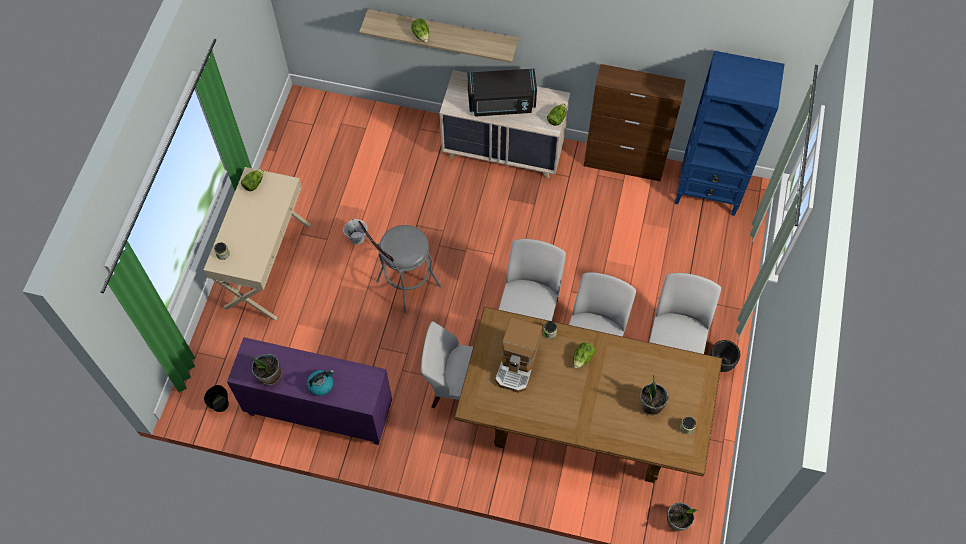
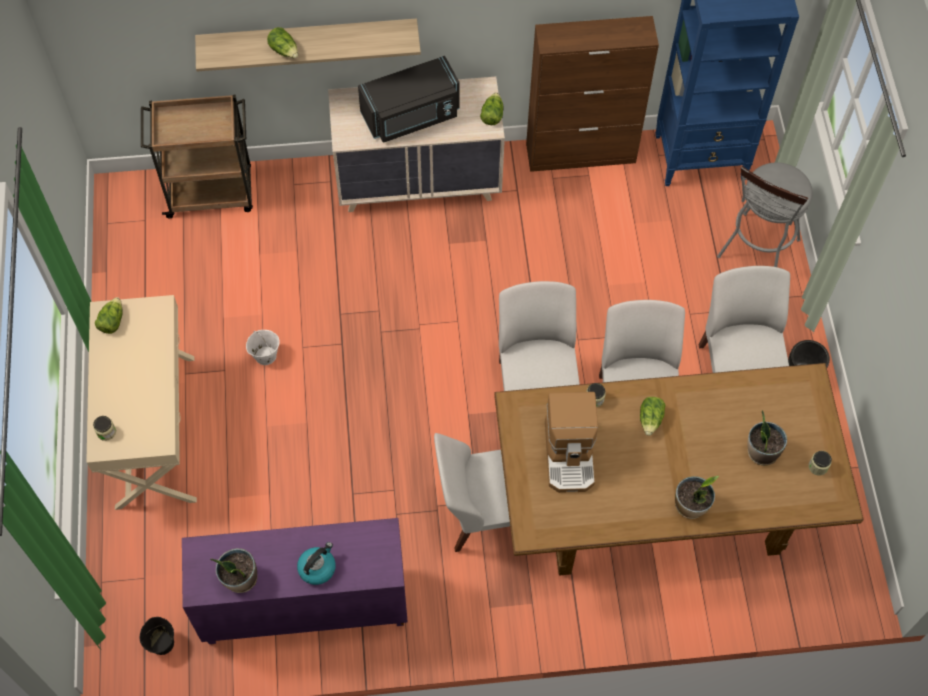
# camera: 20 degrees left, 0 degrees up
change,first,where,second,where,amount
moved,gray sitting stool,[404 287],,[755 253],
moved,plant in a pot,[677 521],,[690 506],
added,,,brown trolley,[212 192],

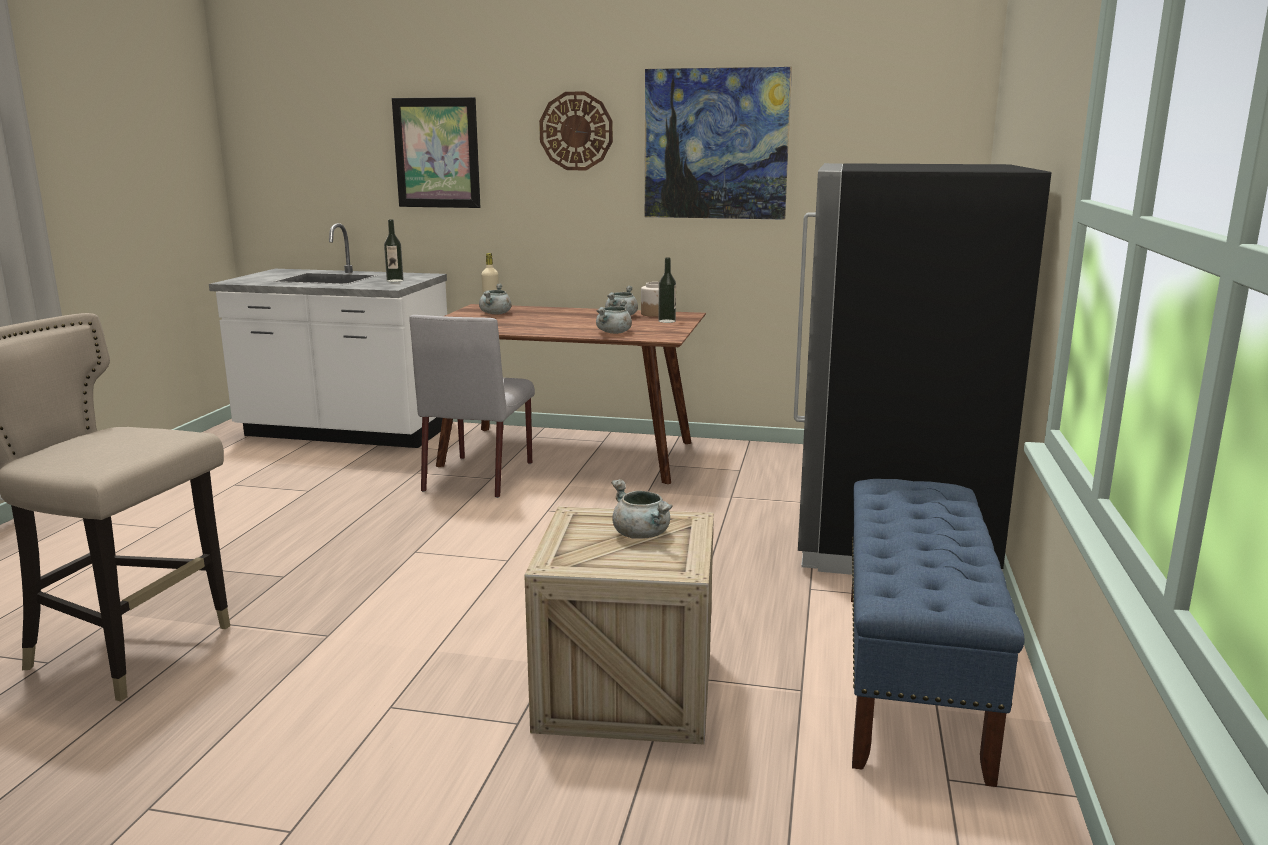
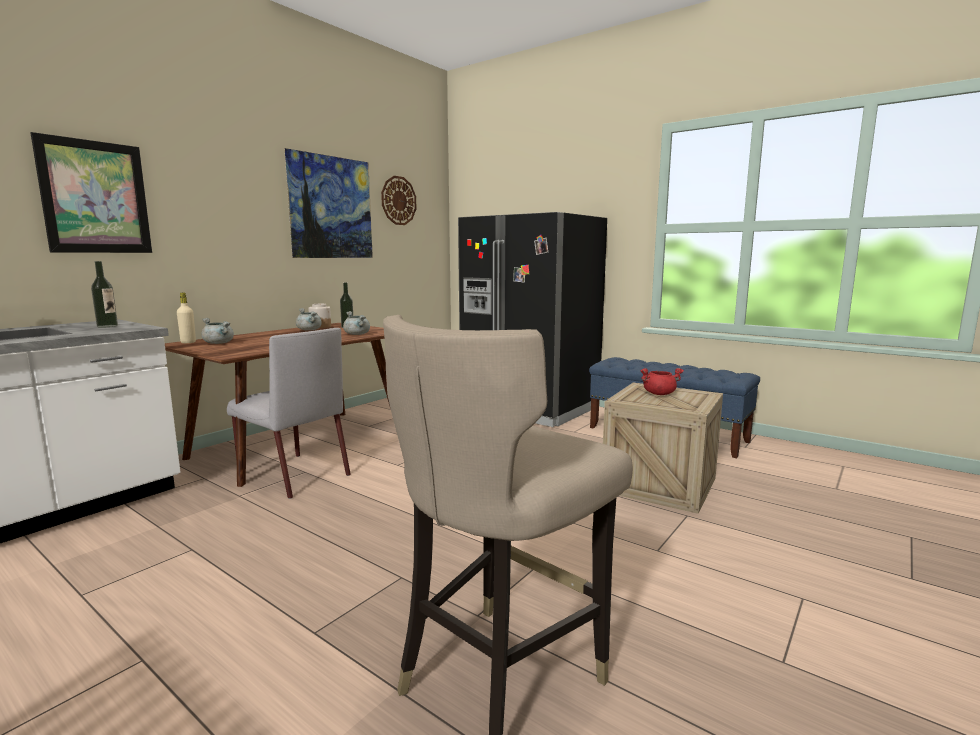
# camera: 65 degrees left, 5 degrees down
change,first,where,second,where,amount
moved,wall clock,[576 131],,[398 200],
recoloured,gray stockpot,[642 535],reddish stockpot,[659 394],

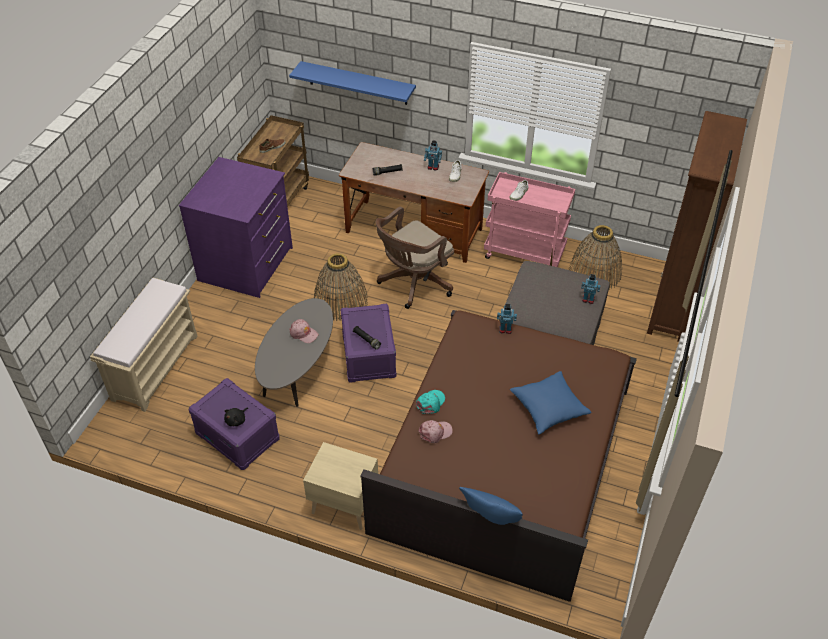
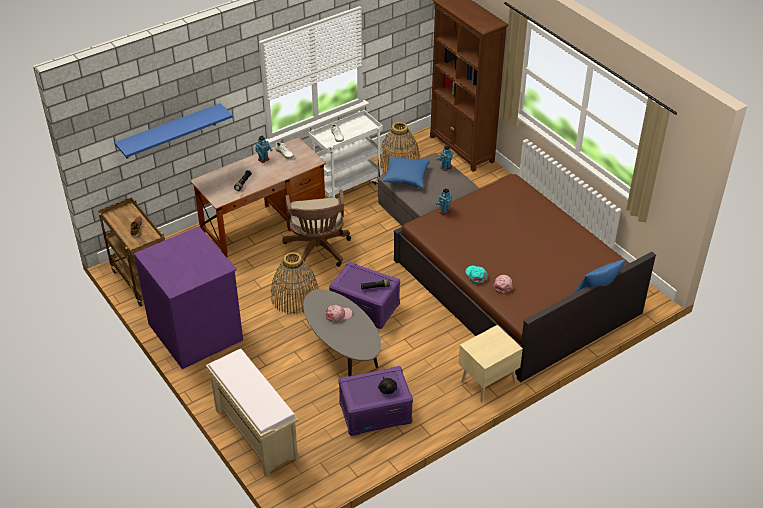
# camera: 55 degrees left, 5 degrees down
change,first,where,second,where,amount
recoloured,pinkish trolley,[525 253],white-coloured trolley,[347 184],
moved,blue-coloured pillow,[548 408],,[405 177],

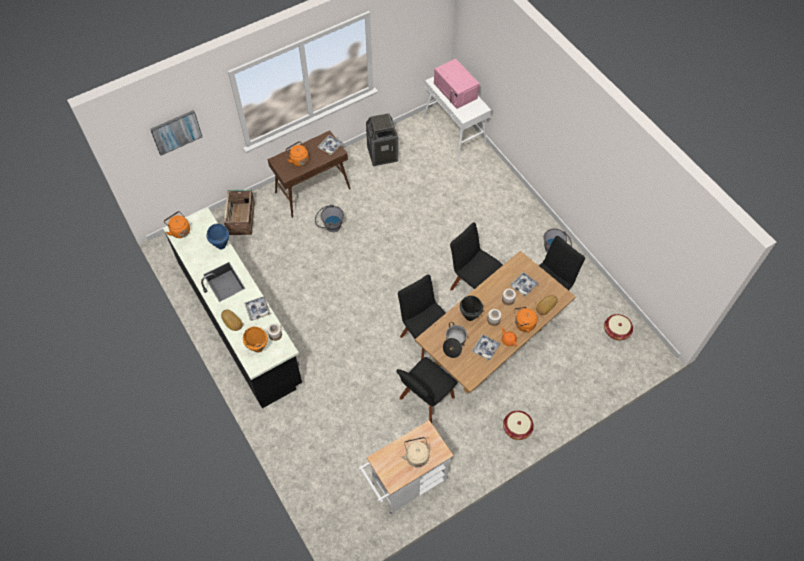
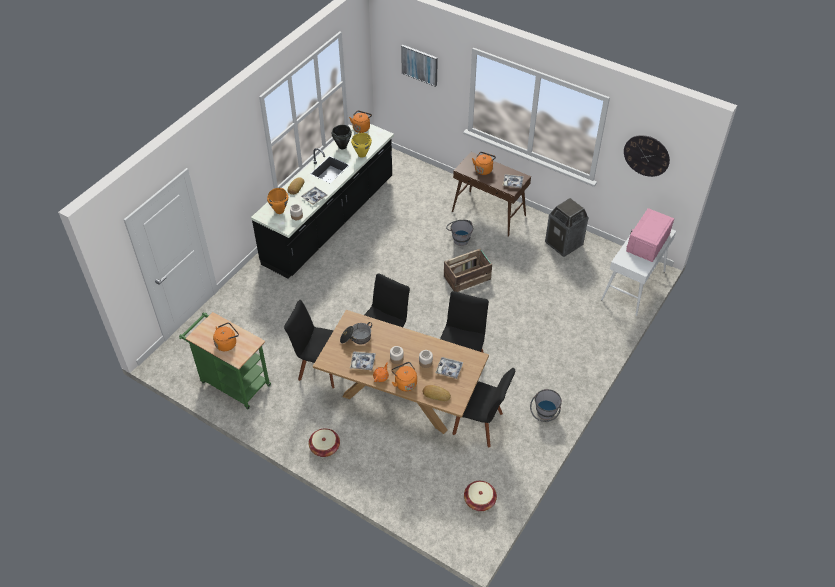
# camera: 65 degrees right, 10 degrees down
change,first,where,second,where,amount
recoloured,blue-coloured stockpot,[221 245],yellow-coloured stockpot,[361 155],
moved,shipping crate,[241 218],,[468 278],
recoloured,white-coloured trolley,[405 485],green-coloured trolley,[232 382],
recoloured,beige-coloured tea kettle,[416 455],orange tea kettle,[227 343],
moved,black-coloured stockpot,[469 317],,[342 146],
added,,,wall clock,[646 155],

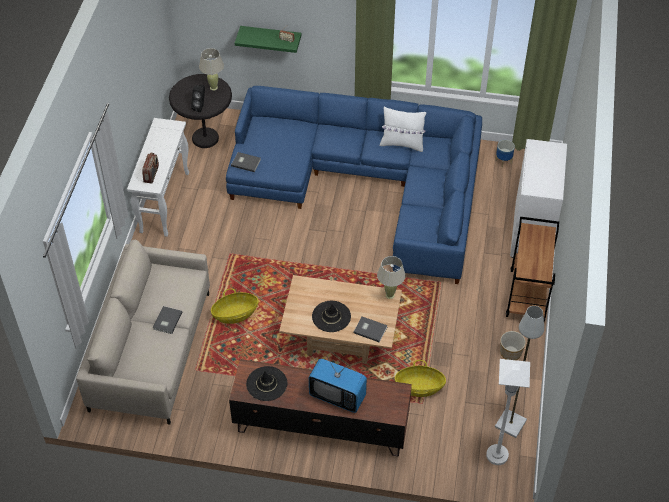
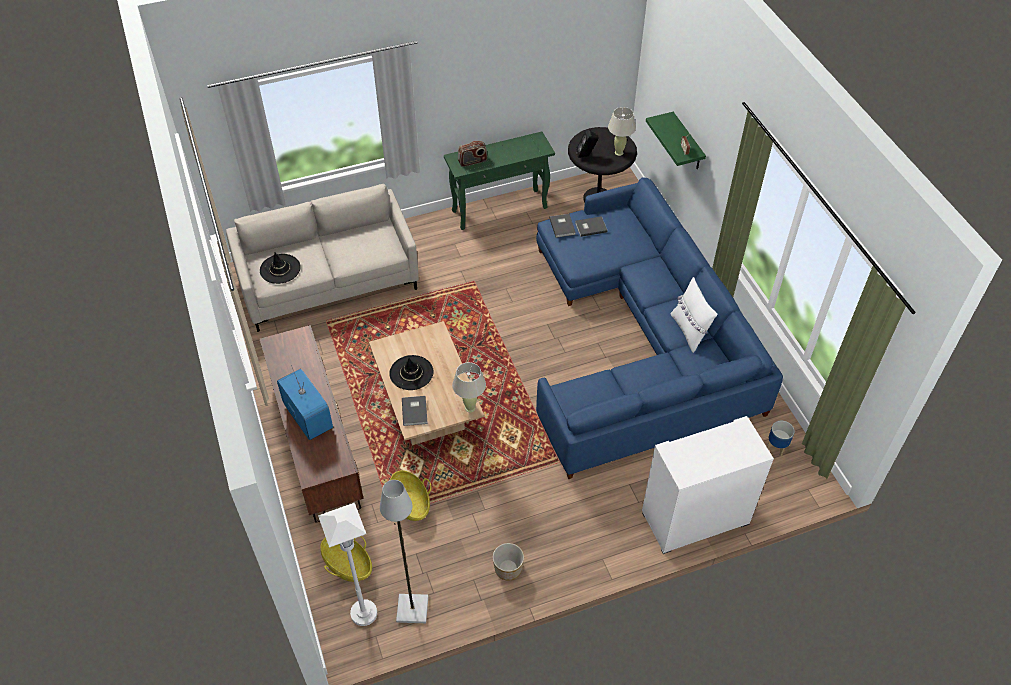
# camera: 60 degrees right, 0 degrees up
change,first,where,second,where,amount
recoloured,white-coloured hall table,[164 202],green-coloured hall table,[500 209],
moved,gray volume,[166 321],,[590 227],
moved,basket,[235 314],,[348 565],
moved,black-coloured hat,[266 384],,[280 269],
turned,television,[337 396],,[308 417],150 degrees clockwise
removed,brown trolley,[527 296],,,

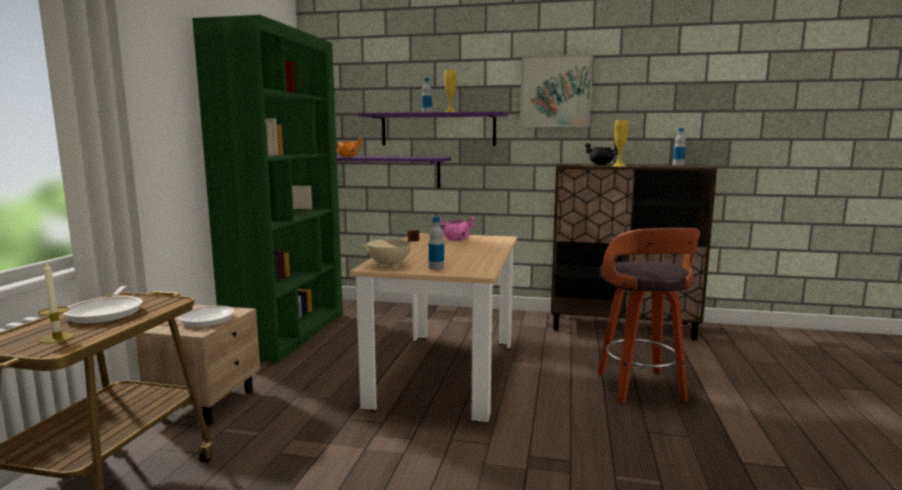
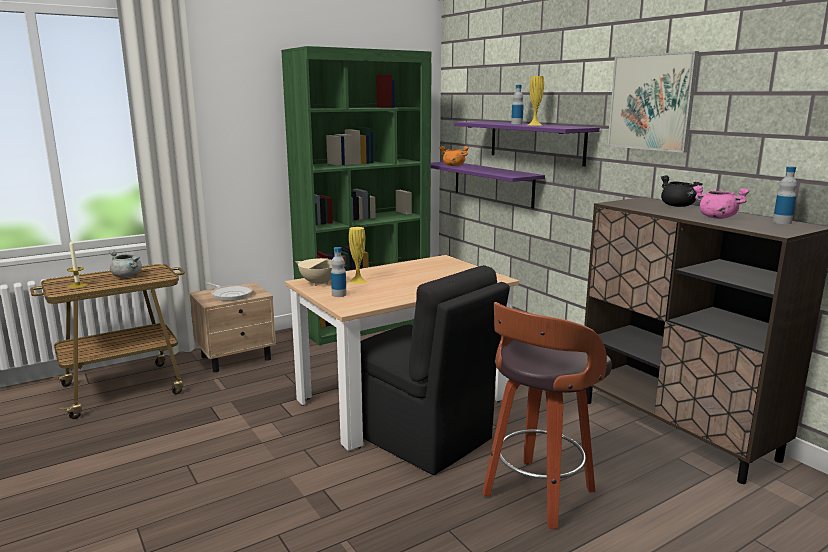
# camera: 45 degrees right, 5 degrees up
change,first,where,second,where,amount
replaced,pan,[107 312],gray stockpot,[128 276],
moved,pinkish stockpot,[455 240],,[716 217],
moved,yellow-coloured flower vase,[619 165],,[358 281],
added,,,black-coloured chair,[422 437],

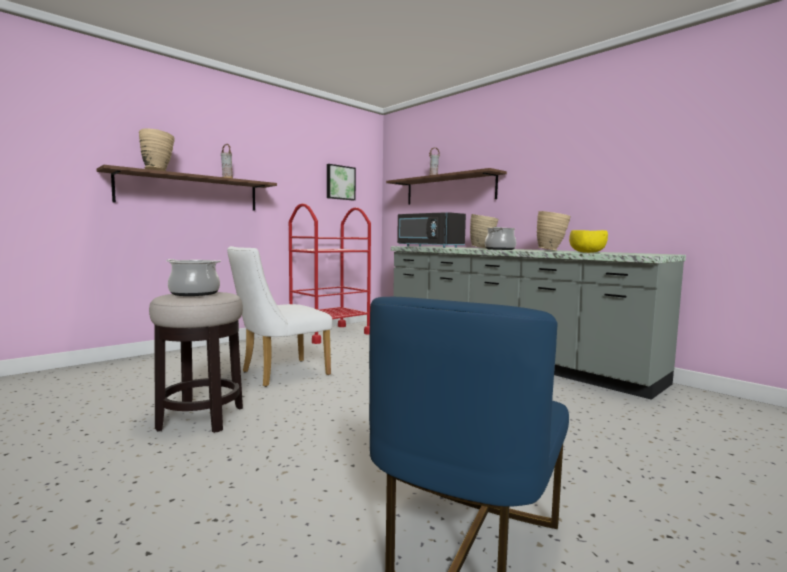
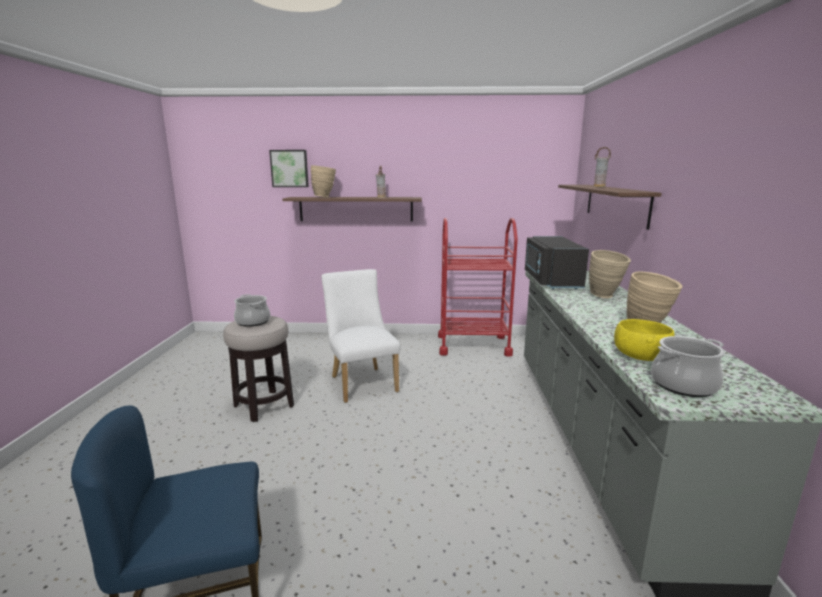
# camera: 45 degrees right, 10 degrees up
change,first,where,second,where,amount
turned,white-coloured chair,[279 374],,[361 382],60 degrees clockwise
moved,picture,[340 182],,[289 168],
moved,stockpot,[499 249],,[683 385],

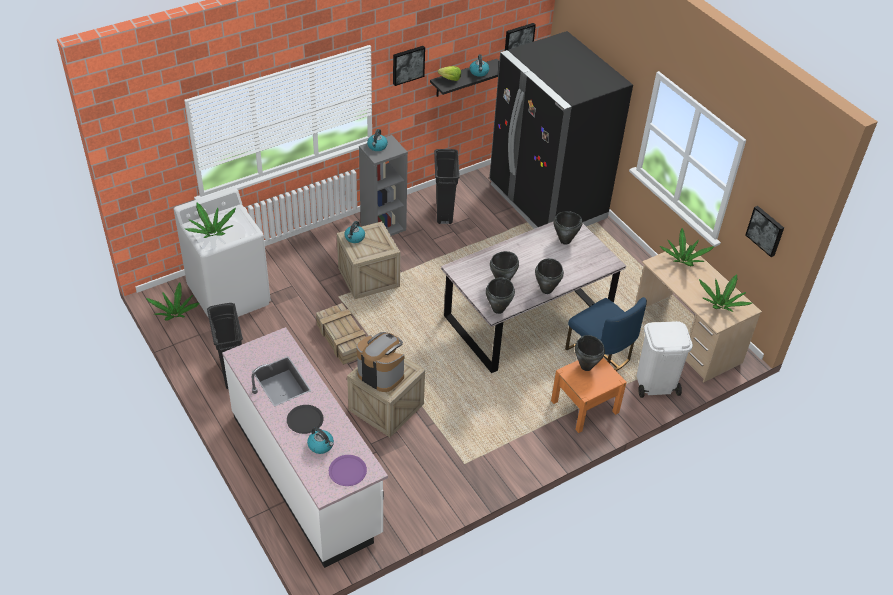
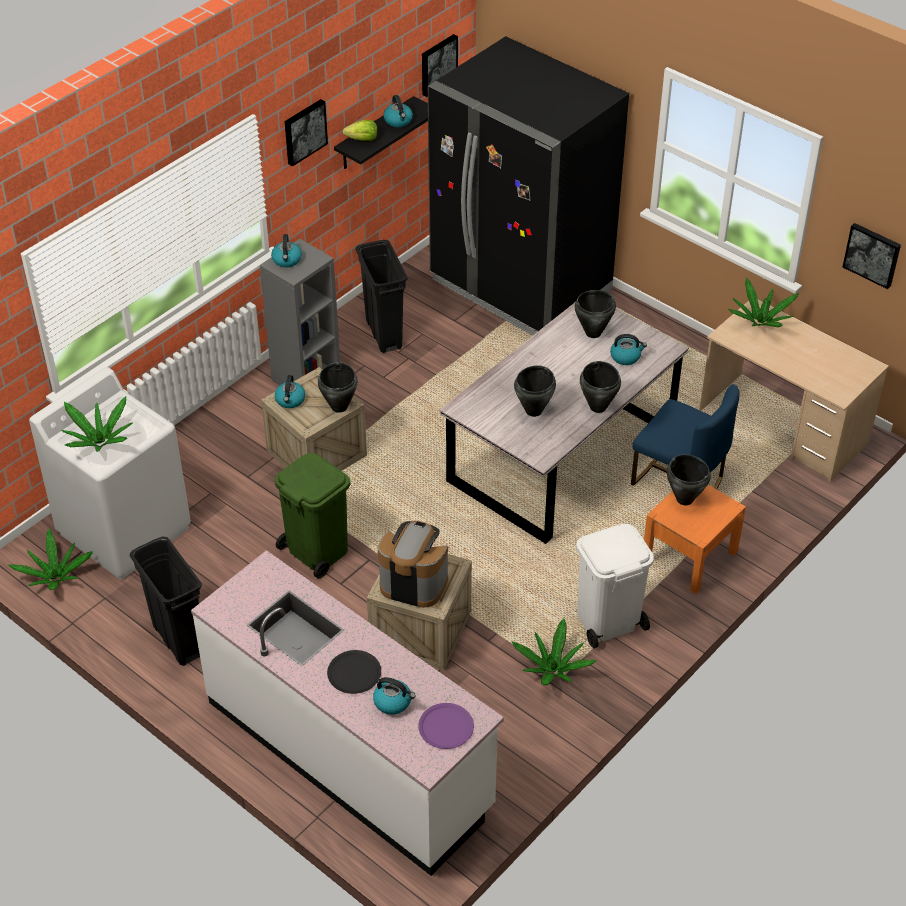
# camera: 15 degrees left, 0 degrees up
change,first,where,second,where,amount
replaced,shipping crate,[342 338],green-coloured trash can,[316 550],
moved,black-coloured stockpot,[498 309],,[339 407],
moved,white-coloured trash can,[655 384],,[607 621],
moved,plant in a pot,[721 305],,[552 669],
added,,,tea kettle,[626 357],

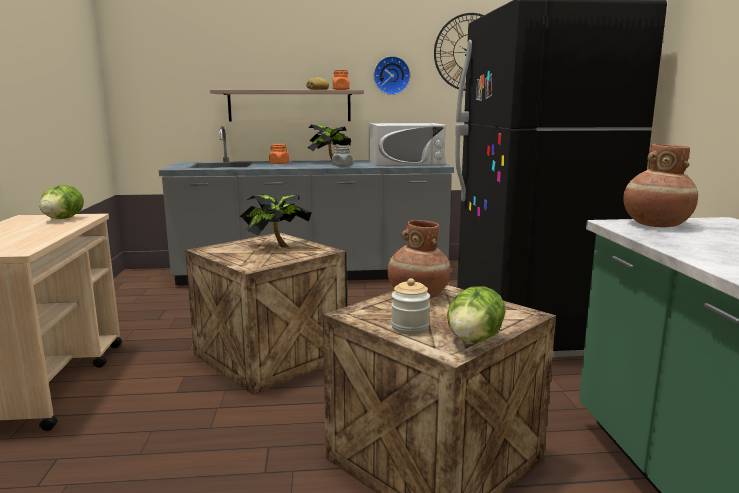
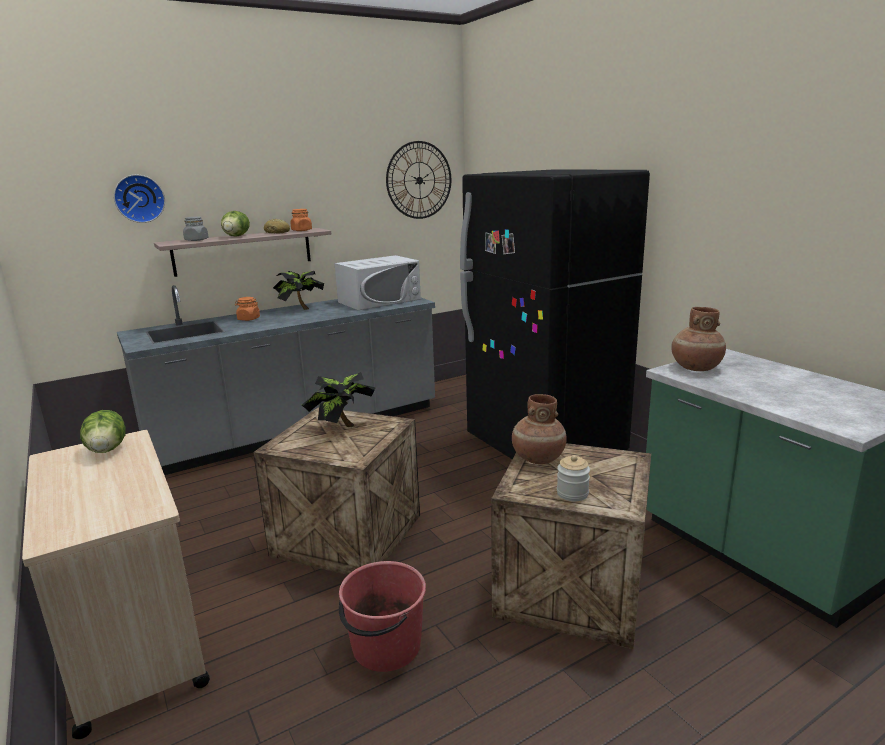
# camera: 25 degrees left, 5 degrees up
change,first,where,second,where,amount
moved,gray jar,[342 166],,[196 240],
moved,wall clock,[391 75],,[139 198],
moved,head of lettuce,[474 340],,[236 236],
added,,,reddish water bucket,[385 647],

